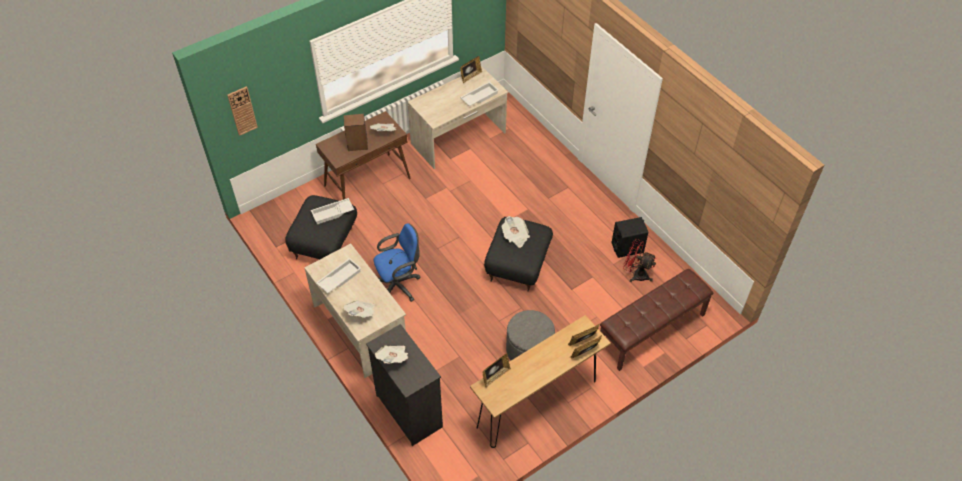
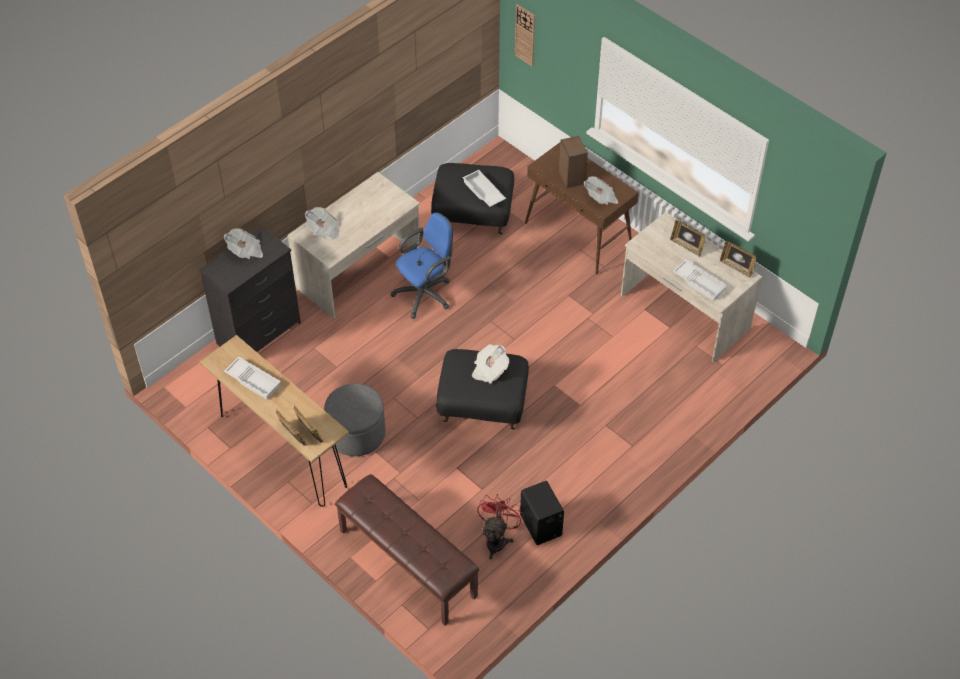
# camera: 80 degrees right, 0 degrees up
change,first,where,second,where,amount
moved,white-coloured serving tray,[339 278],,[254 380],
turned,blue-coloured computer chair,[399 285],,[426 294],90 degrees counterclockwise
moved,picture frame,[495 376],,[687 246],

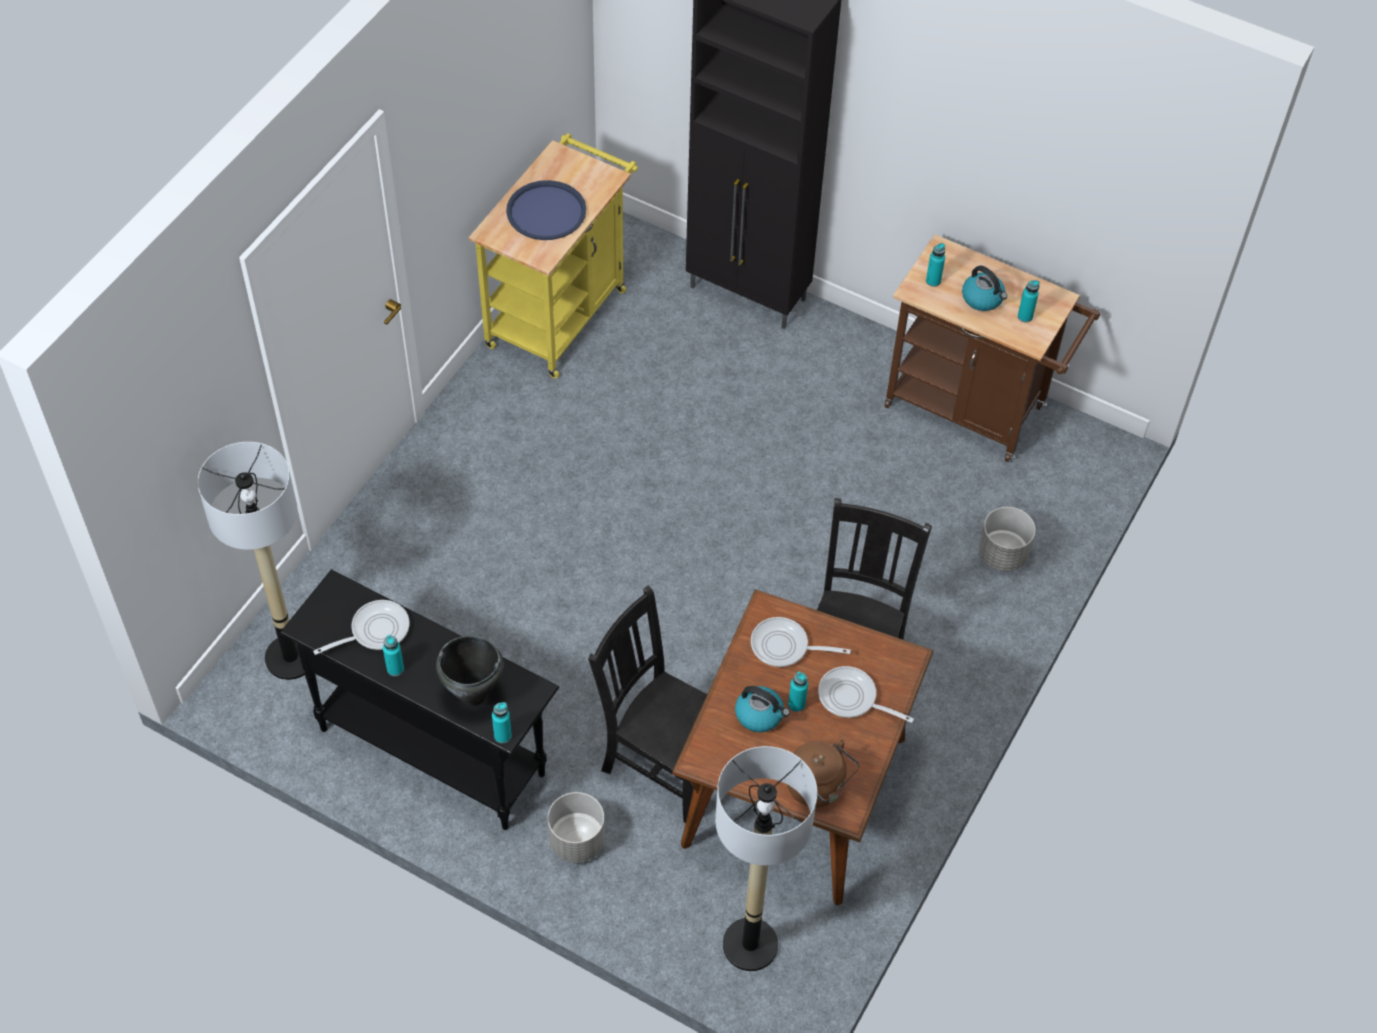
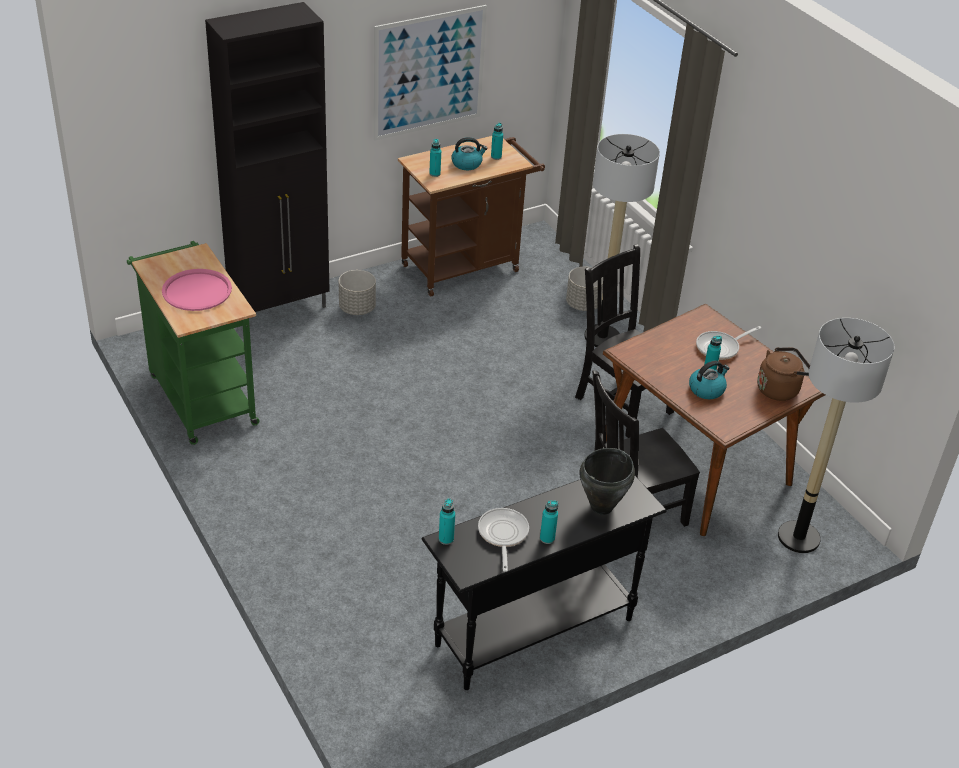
# camera: 60 degrees left, 15 degrees down
change,first,where,second,where,amount
moved,standing lamp,[291 658],,[602 337],
recoloured,yellow-coloured trolley,[561 311],green-coloured trolley,[199 395],
moved,turquoise bottle,[502 735],,[446 539],
recoloured,blue-coloured serving tray,[546 212],pinkish serving tray,[197 291],
moved,gray planter,[576 841],,[357 309],
removed,pan,[784 647],,,
added,,,picture,[429 73],

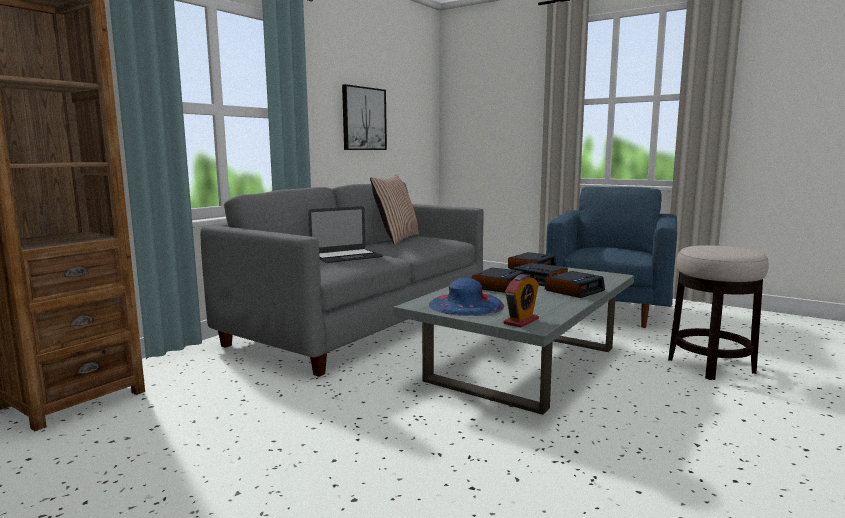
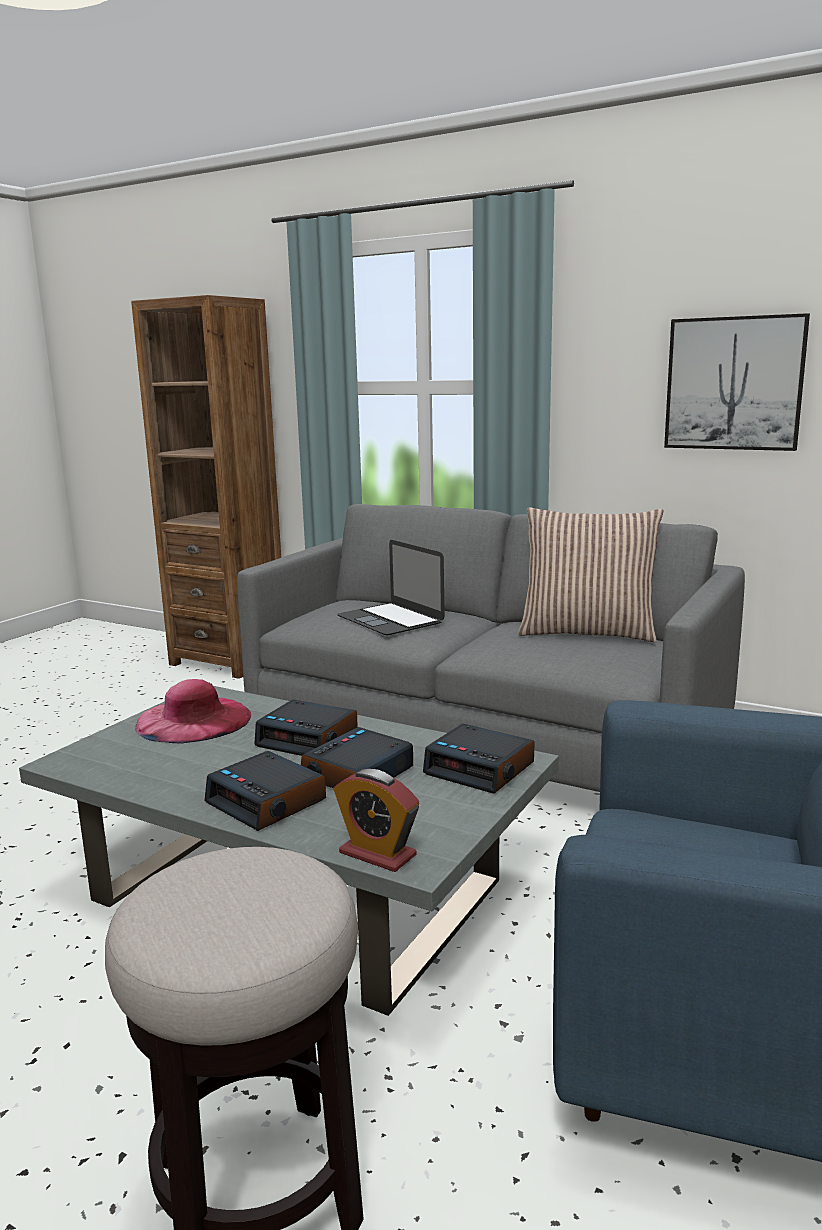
# camera: 85 degrees right, 5 degrees up
change,first,where,second,where,amount
recoloured,blue-coloured hat,[466 305],pinkish hat,[193 720],
moved,bedside clock,[521 321],,[377 854],

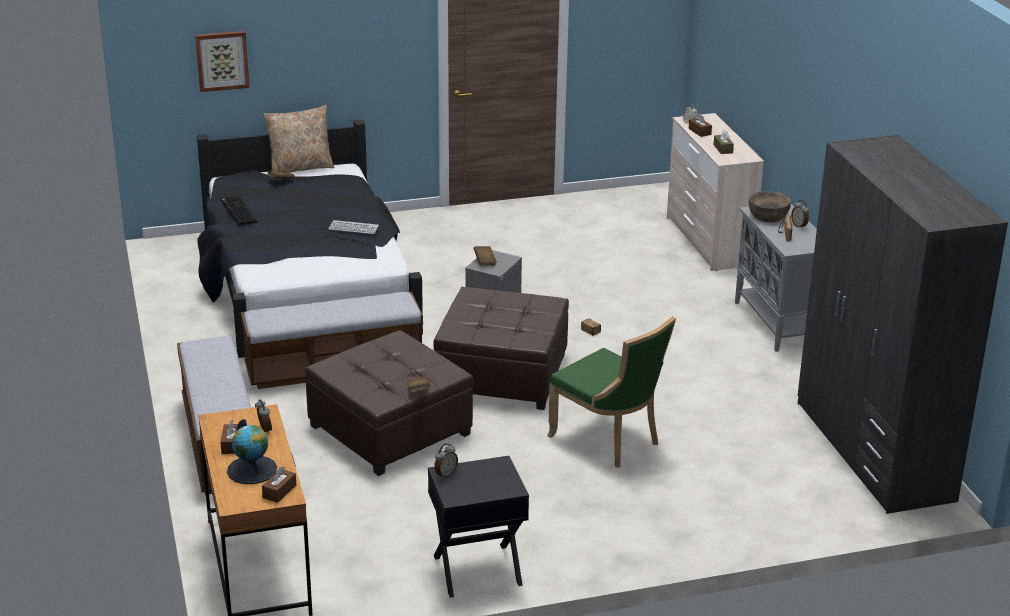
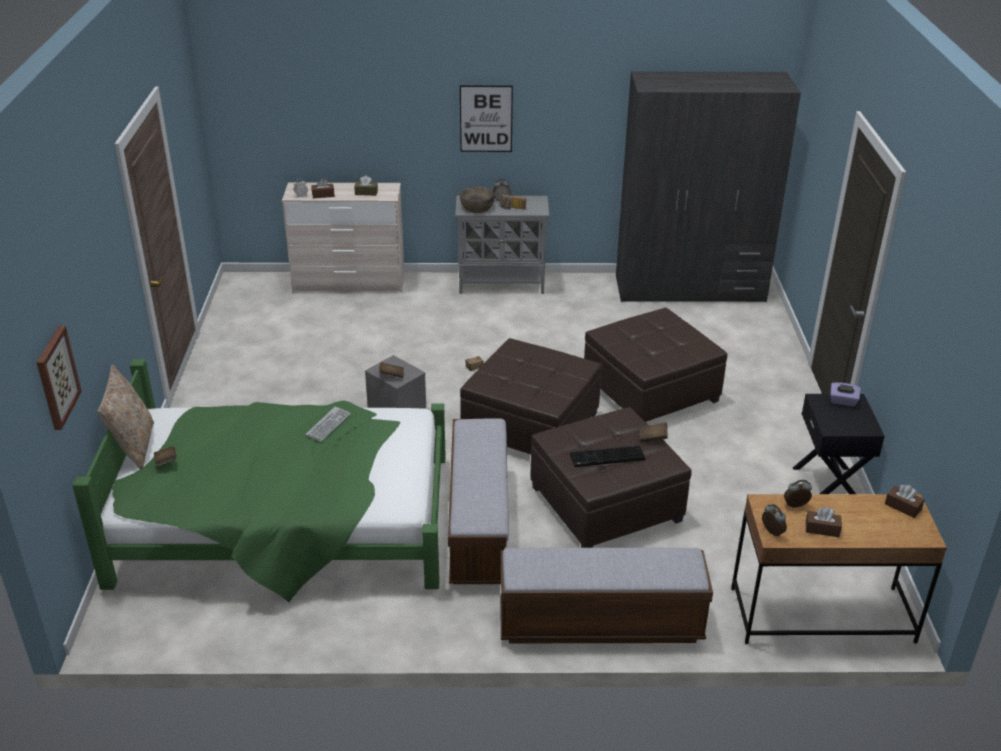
# camera: 75 degrees left, 5 degrees up
change,first,where,second,where,amount
recoloured,black-coloured bed,[306 284],green-coloured bed,[286 523],
moved,computer keyboard,[237 211],,[607 458],
removed,world globe,[252 470],,,
moved,bedside clock,[445 474],,[771 533],
replaced,green-coloured chair,[609 440],brown ottoman,[651 390],
added,,,picture,[486 118],
added,,,purple-coloured tissue box,[843 401],

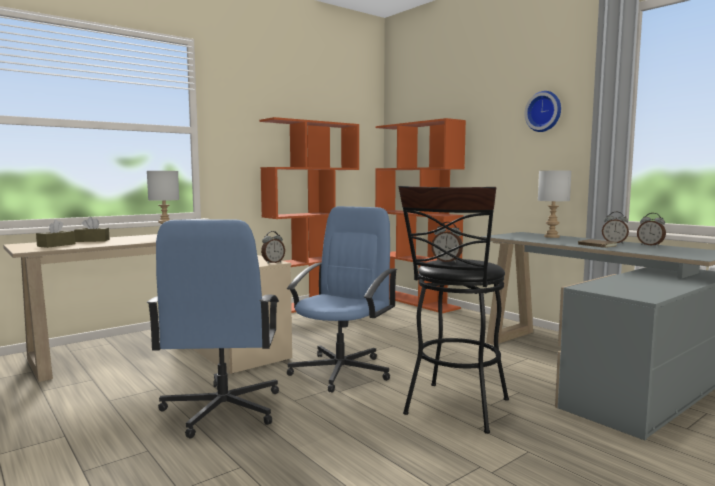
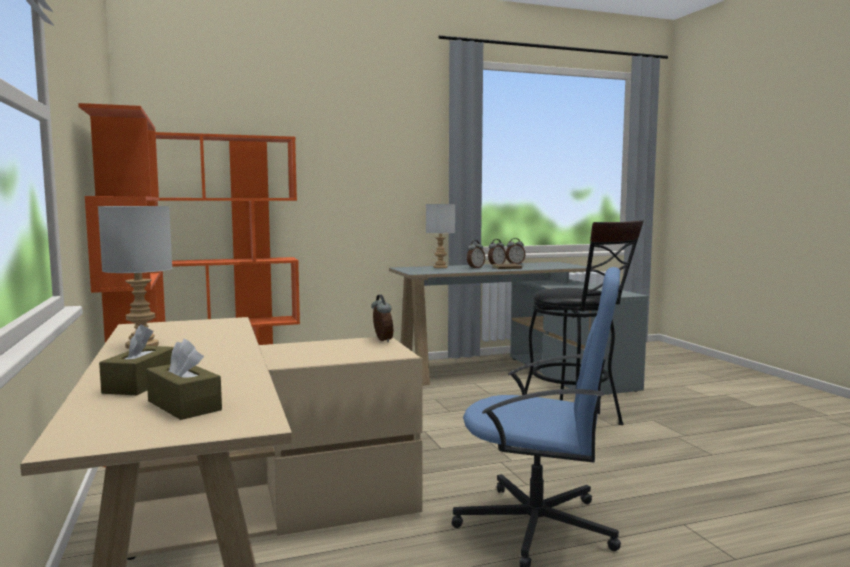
# camera: 70 degrees left, 0 degrees up
change,first,where,second,where,amount
removed,blue-coloured computer chair,[342 371],,,
moved,bedside clock,[447 261],,[475 268],
removed,wall clock,[544 111],,,

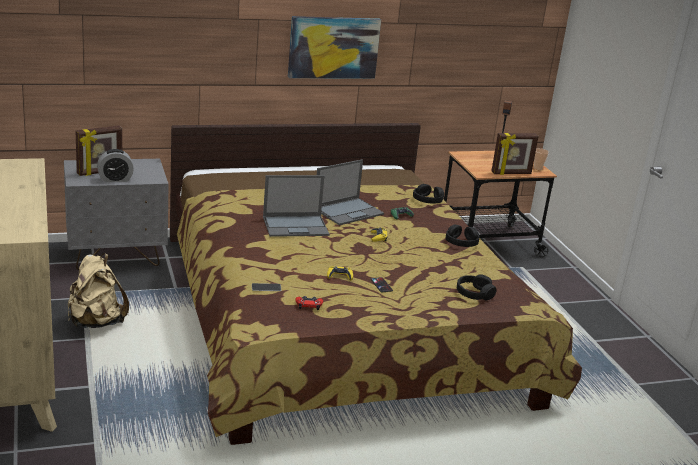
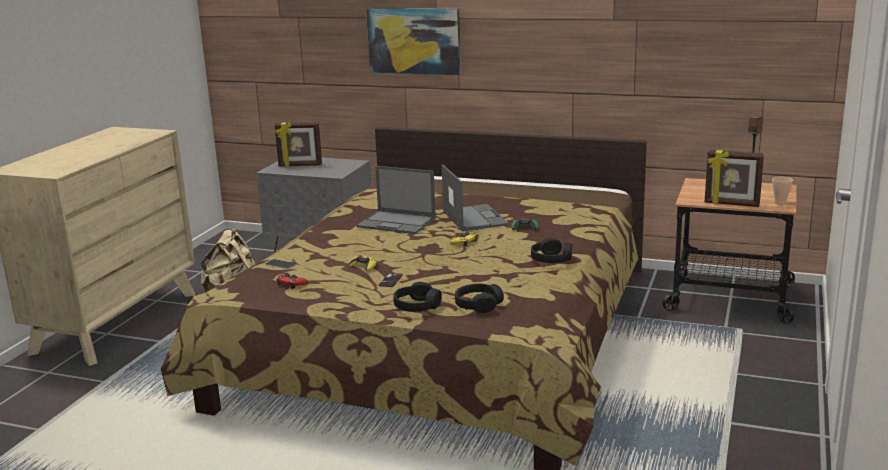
# camera: 40 degrees right, 5 degrees down
change,first,where,second,where,amount
removed,bedside clock,[115 179],,,
moved,picture,[333 47],,[414 40],
turned,notebook computer,[349 211],,[474 218],105 degrees counterclockwise
moved,black-coloured pair of headphones,[428 200],,[417 306],

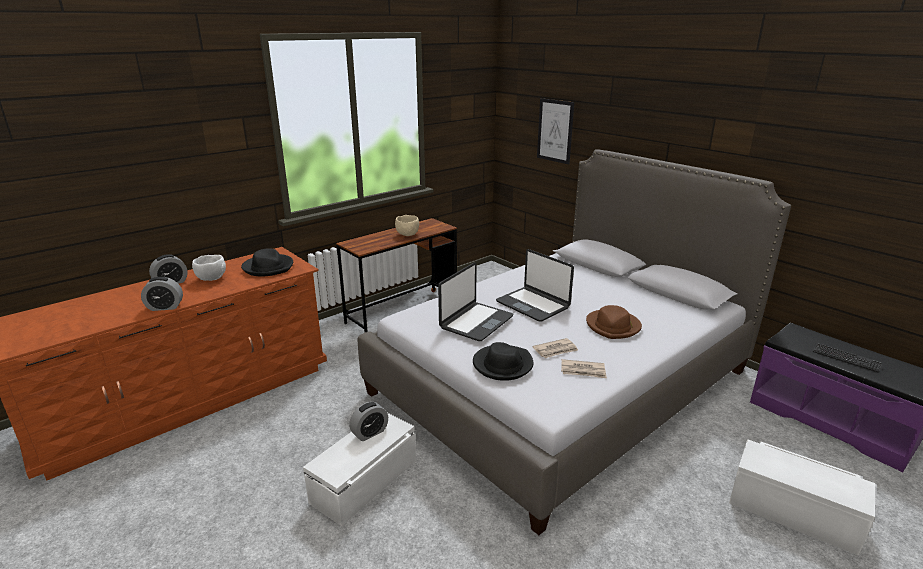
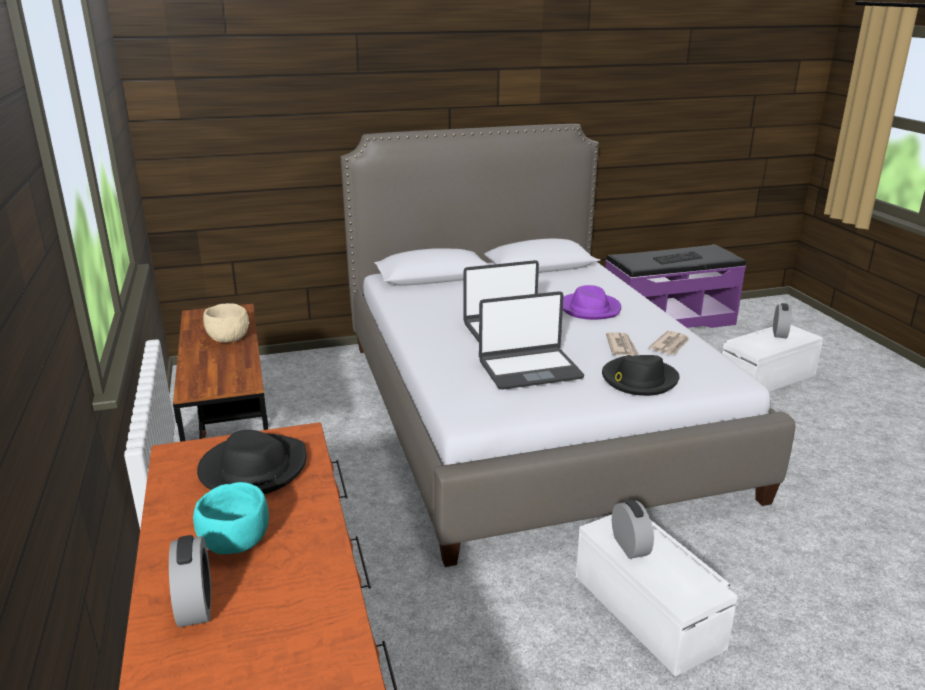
# camera: 65 degrees left, 0 degrees up
change,first,where,second,where,amount
moved,bedside clock,[165 307],,[779 333],
recoloured,white-coloured bowl,[212 279],turquoise bowl,[237 543],
turned,notebook computer,[476 322],,[529 369],105 degrees clockwise
removed,picture,[555 131],,,
recoloured,brown hat,[613 326],purple-coloured hat,[589 309],

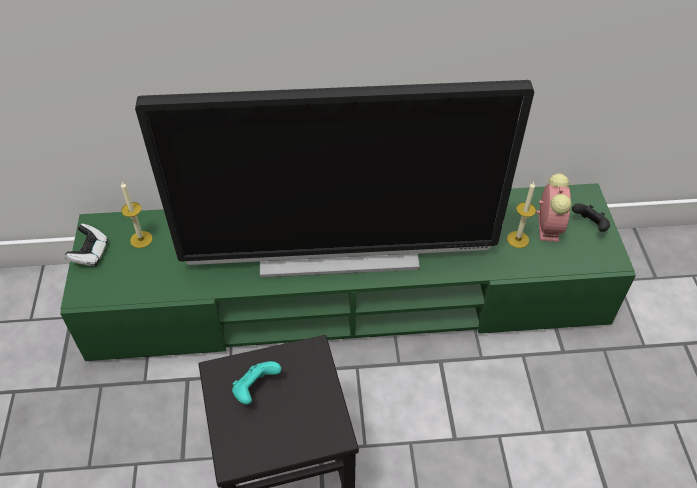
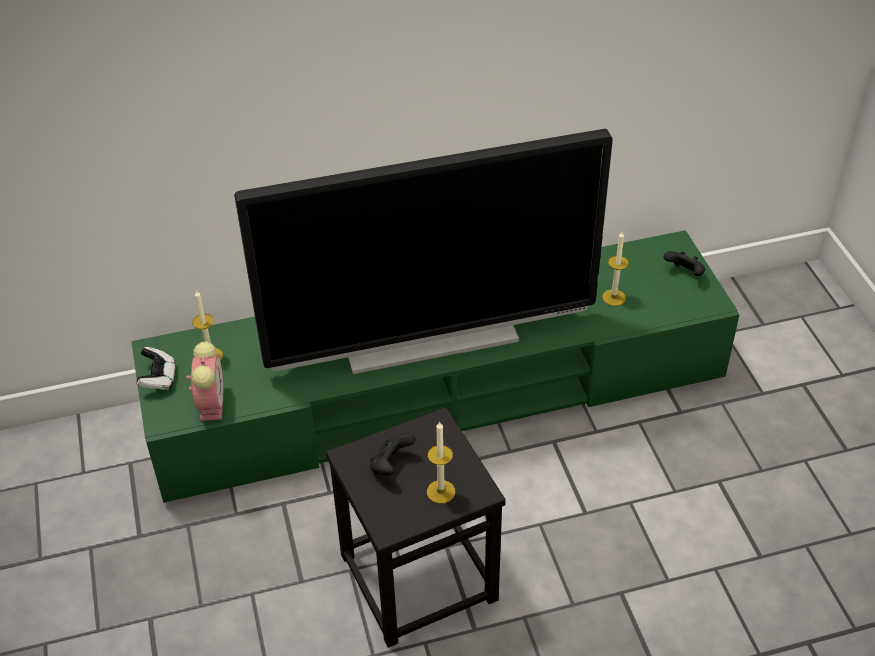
# camera: 10 degrees left, 5 degrees down
change,first,where,second,where,amount
recoloured,turquoise game controller,[255 389],black-coloured game controller,[391 465],
moved,bedside clock,[547 226],,[211 402],
added,,,wax candle,[441 491],

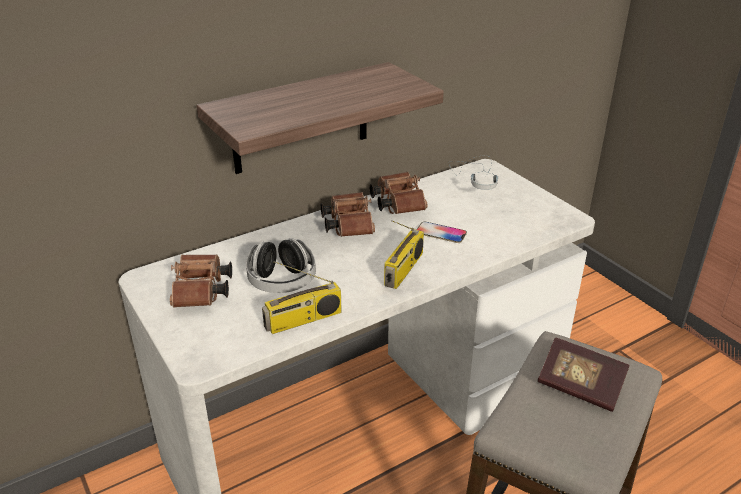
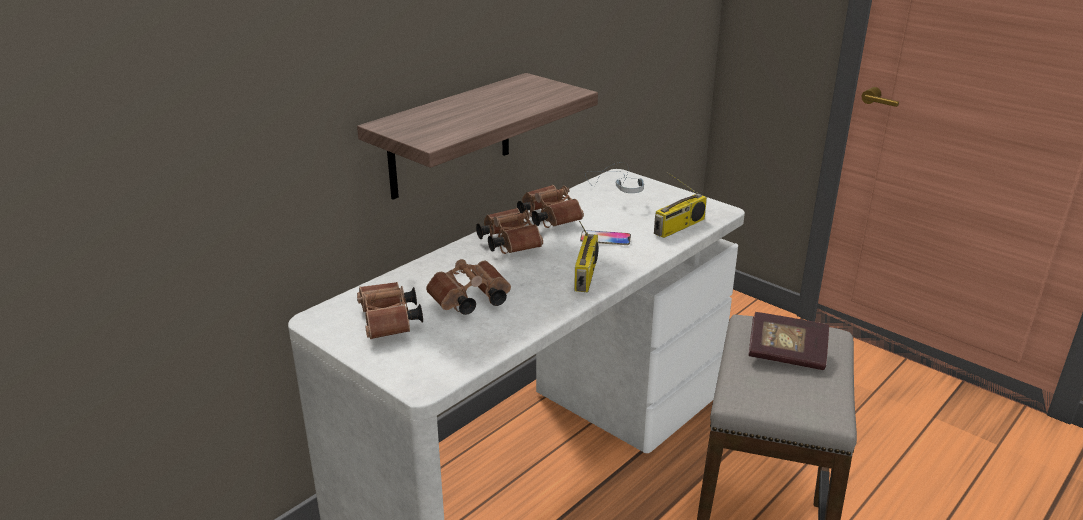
# camera: 15 degrees left, 5 degrees down
change,first,where,second,where,amount
replaced,pair of headphones,[282 281],brown binoculars,[469 302],
moved,radio receiver,[303 320],,[679 227],

